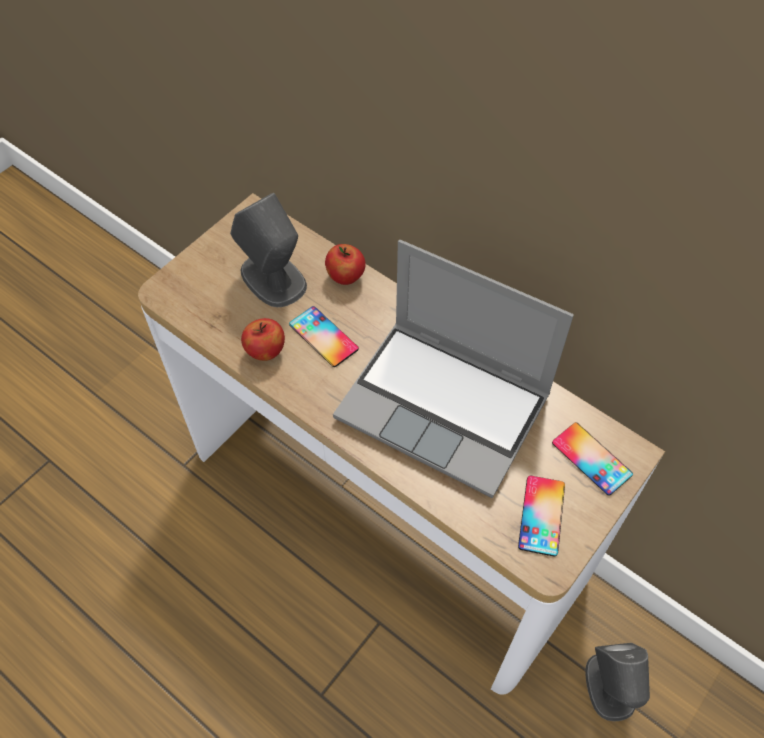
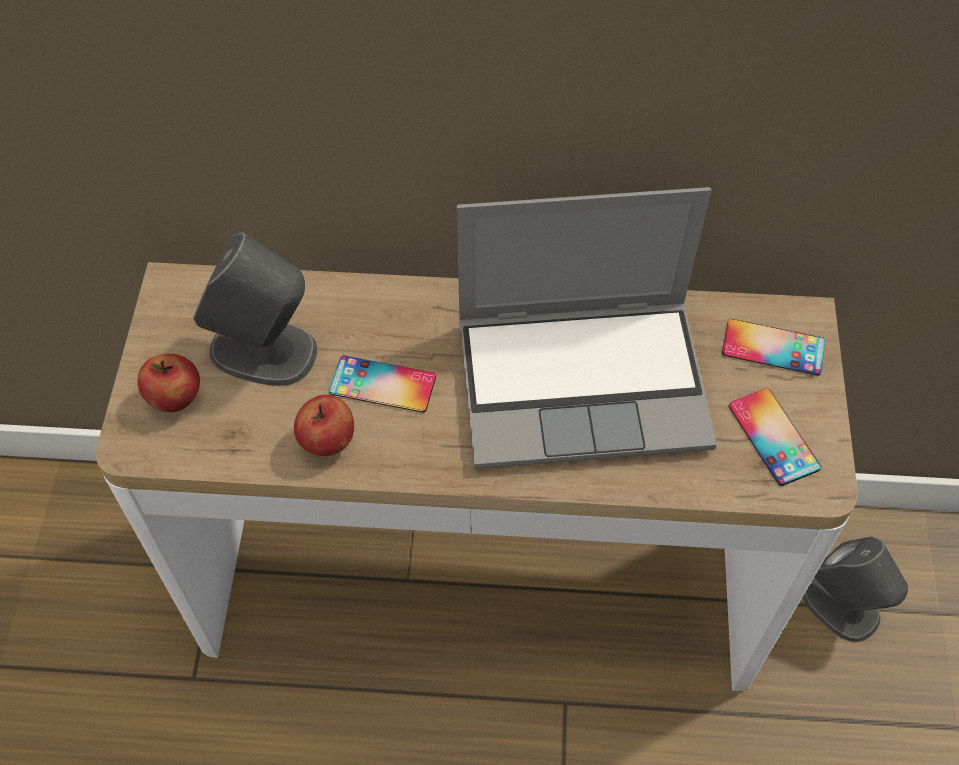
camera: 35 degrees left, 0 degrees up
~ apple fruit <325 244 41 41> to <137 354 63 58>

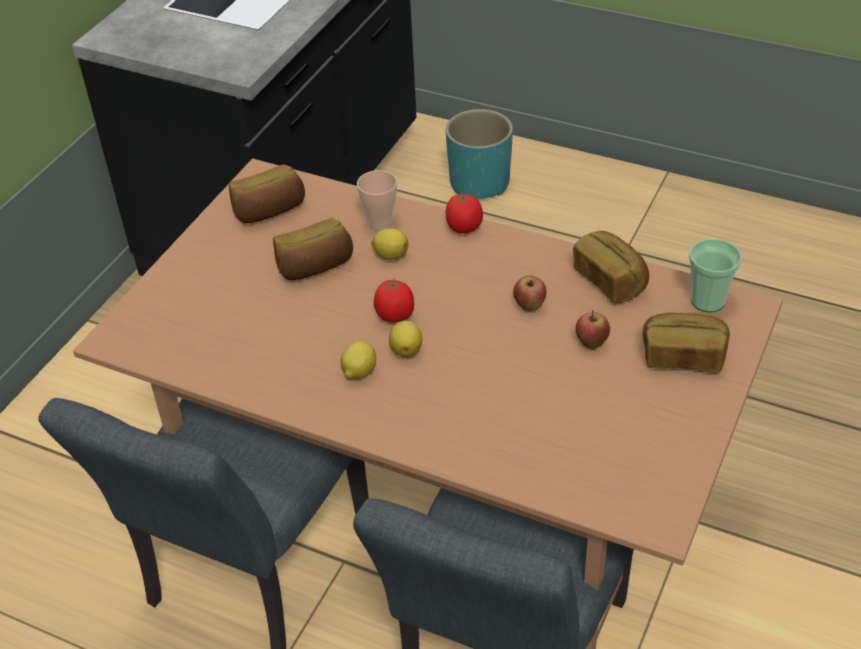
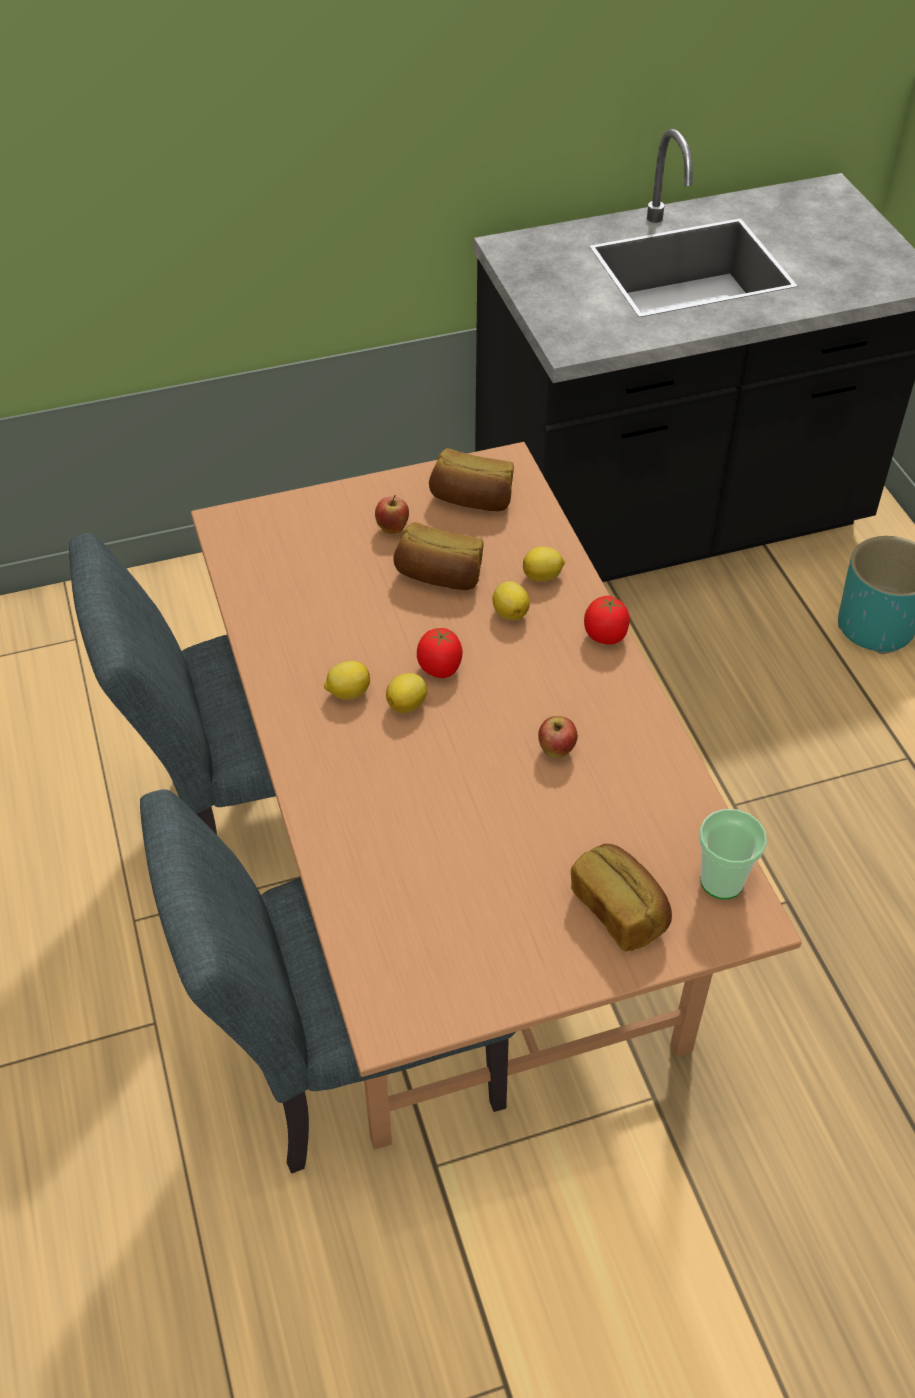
camera: 45 degrees right, 5 degrees up
~ small cup <357 170 40 60> to whole lemon <523 547 42 35>
- bread <573 231 76 72>
~ apple fruit <576 310 34 39> to <375 495 34 39>

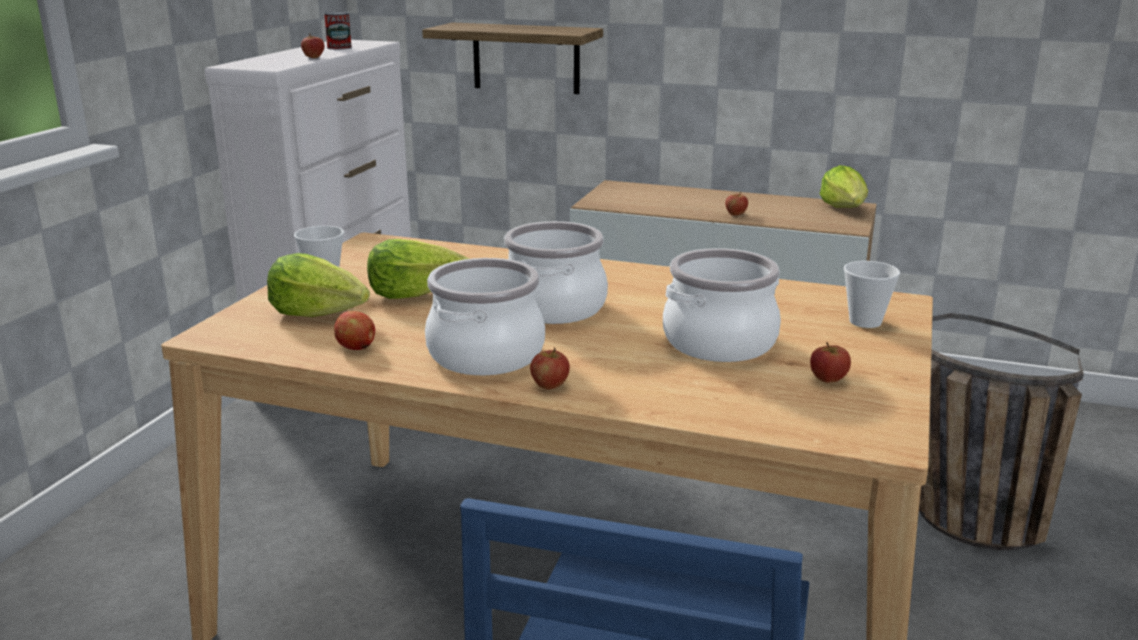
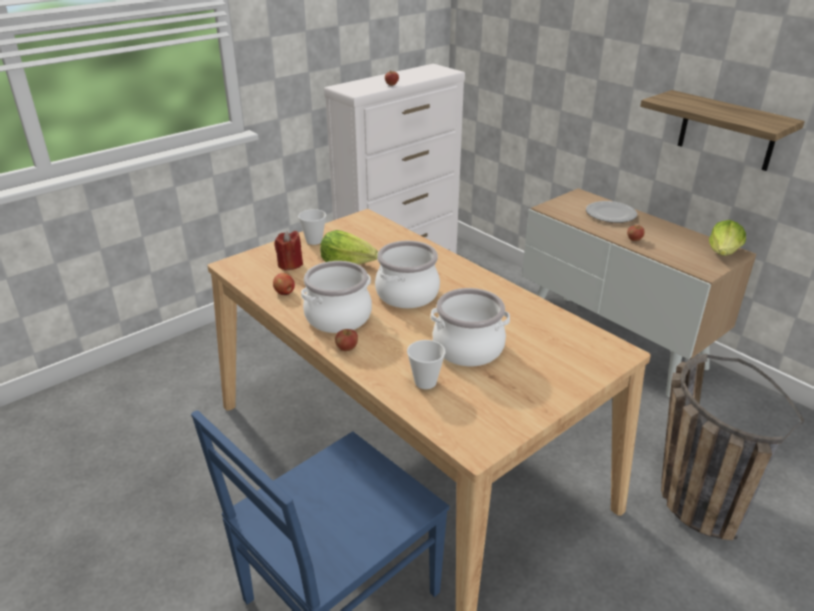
camera: 30 degrees right, 10 degrees up
- metal can <324 11 28 39>
~ shelf <422 22 181 72> to <640 90 165 81>
~ lettuce head <267 253 103 64> to wax candle in reddish <274 231 29 40>
~ small cup <844 261 56 67> to <407 340 38 49>
- apple fruit <810 342 41 41>
+ plate <586 201 51 22>

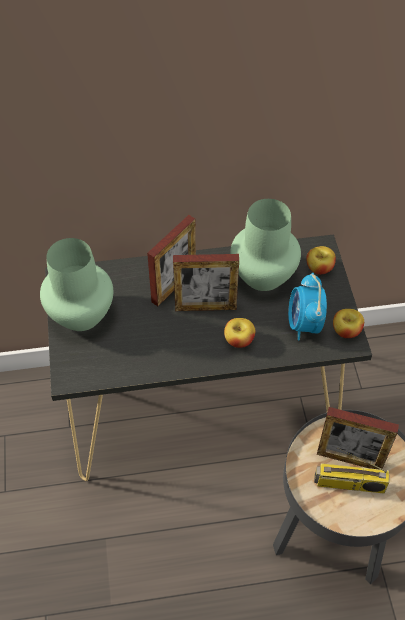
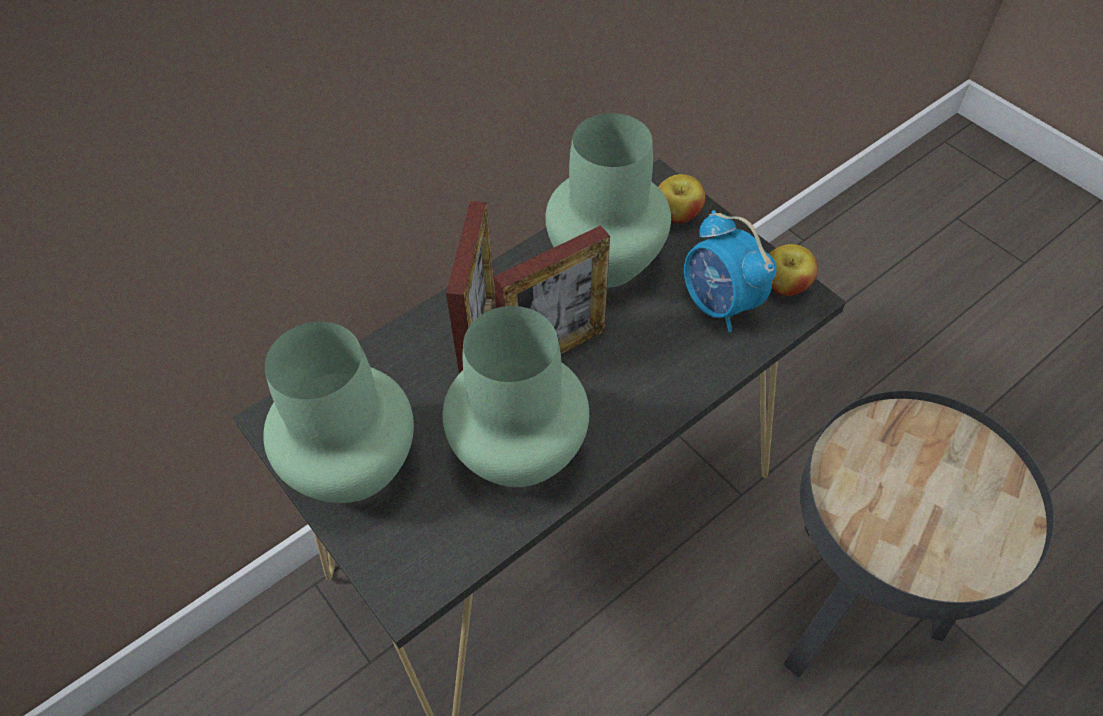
camera: 30 degrees left, 0 degrees up
- apple fruit <224 318 31 30>
- picture frame <317 407 82 63>
- radio <314 447 75 46>
+ decorative vase in green-coloured <443 306 146 181>

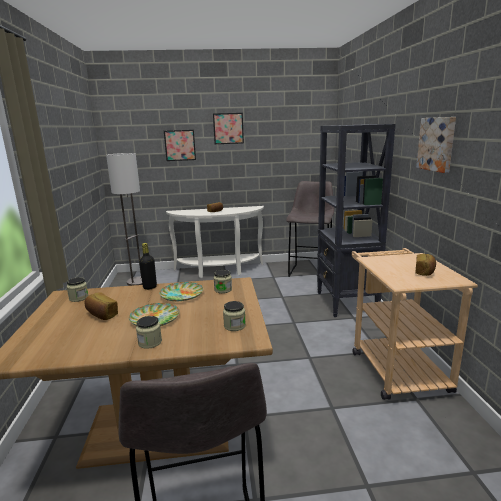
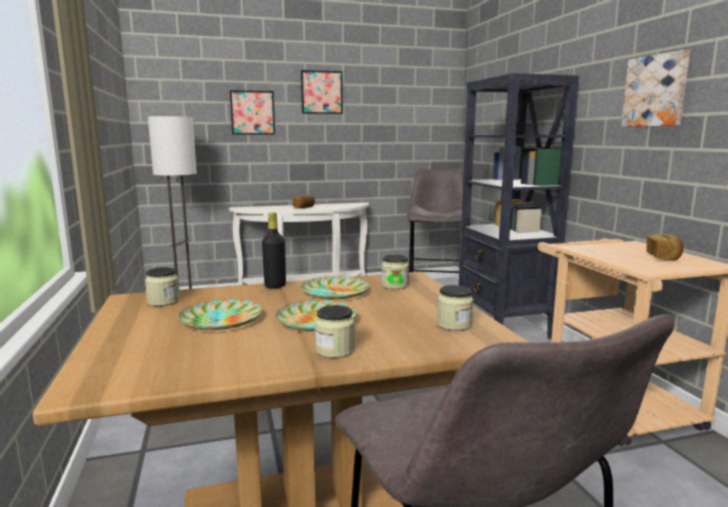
camera: 10 degrees left, 5 degrees down
~ bread <84 292 34 28> to plate <178 299 84 31>

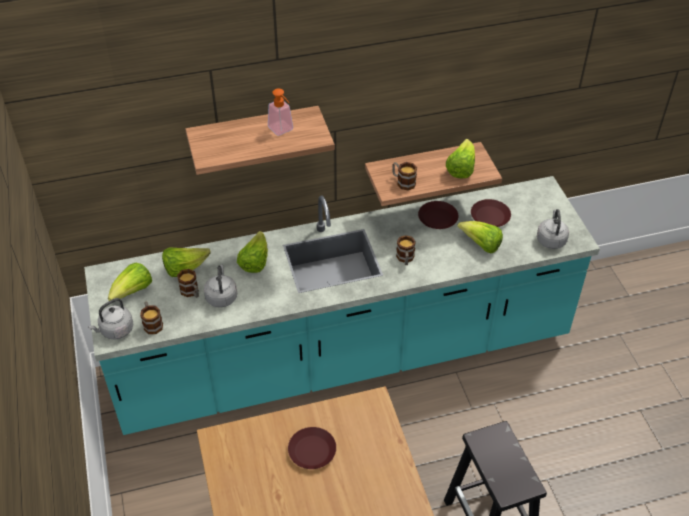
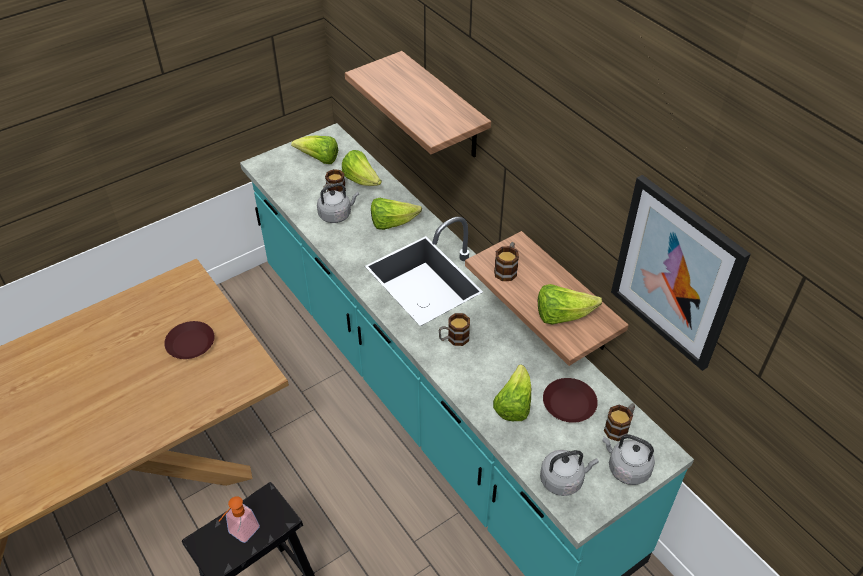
camera: 70 degrees right, 0 degrees up
~ soap dispenser <268 89 25 47> to <219 496 41 47>
- plate in brown-coloured <418 201 40 28>
~ kettle in grey <88 298 45 41> to <603 434 52 51>
~ coffee mug <140 302 23 32> to <604 403 31 38>
+ picture <611 175 140 196>

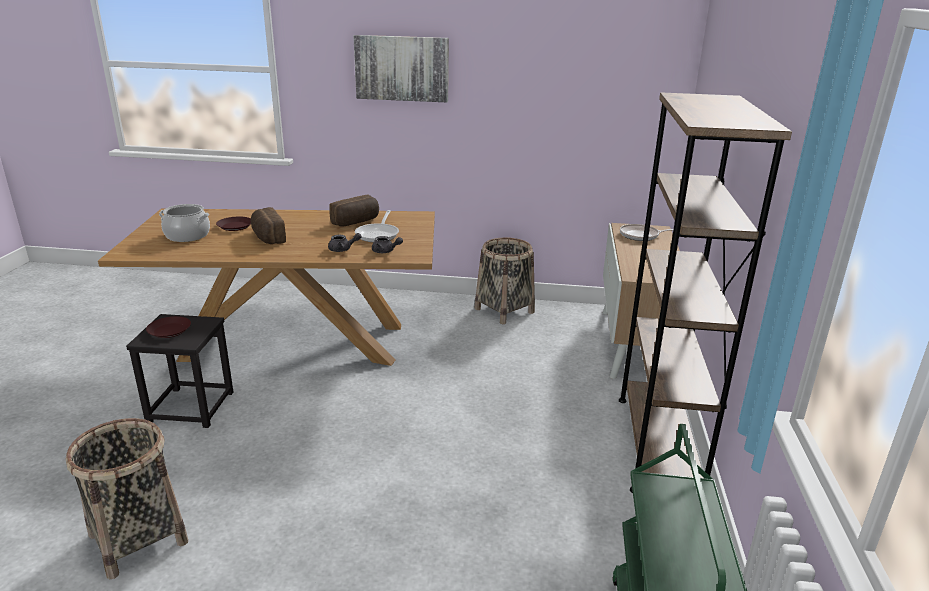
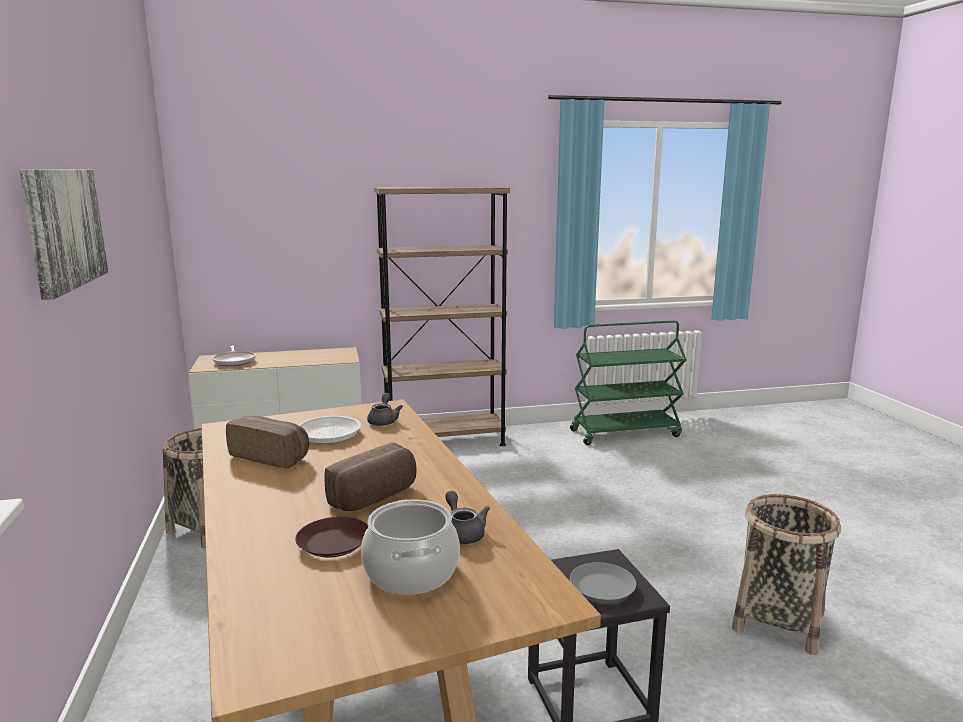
camera: 110 degrees left, 10 degrees down
~ pot for tea in grey <328 233 34 19> to <445 491 45 53>
~ plate in brown-coloured <146 316 45 22> to plate in grey <570 562 66 40>

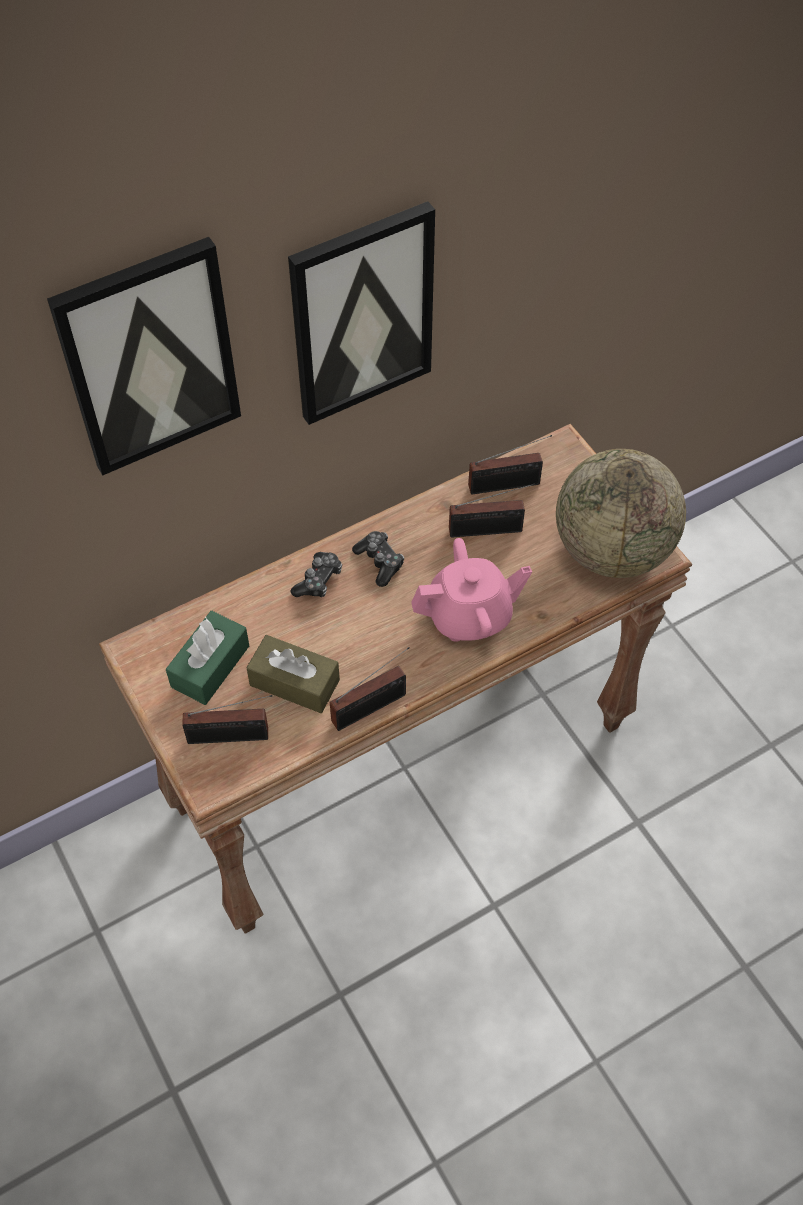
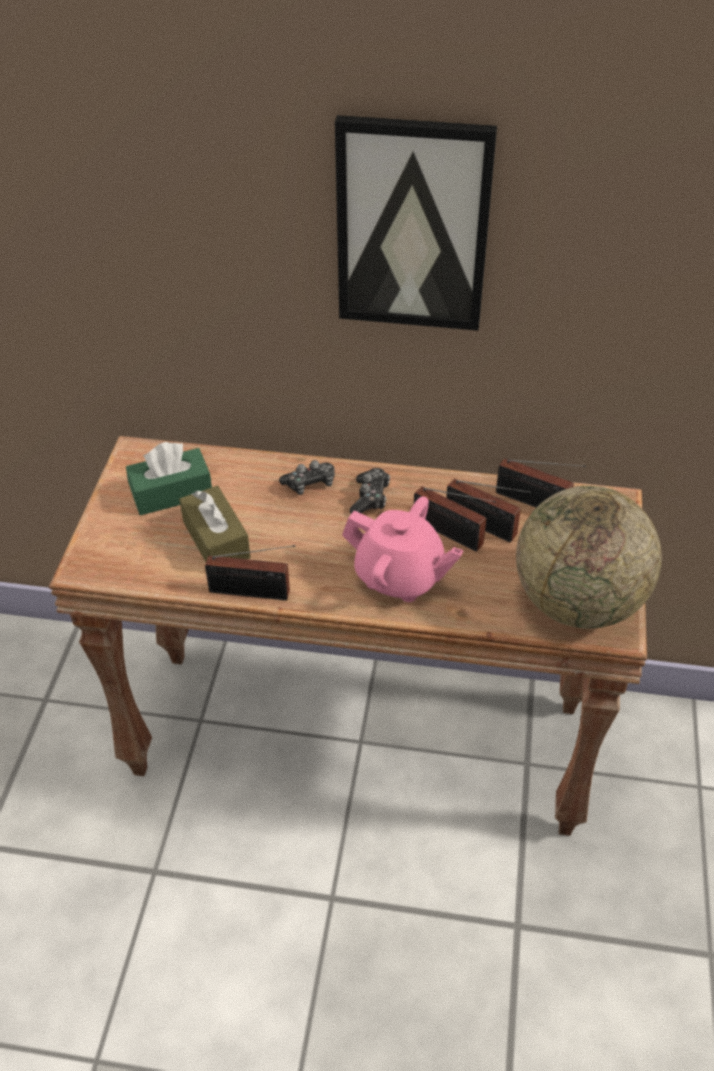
camera: 40 degrees right, 10 degrees down
- picture <47 237 194 238>
~ radio <182 695 90 49> to <414 486 82 66>

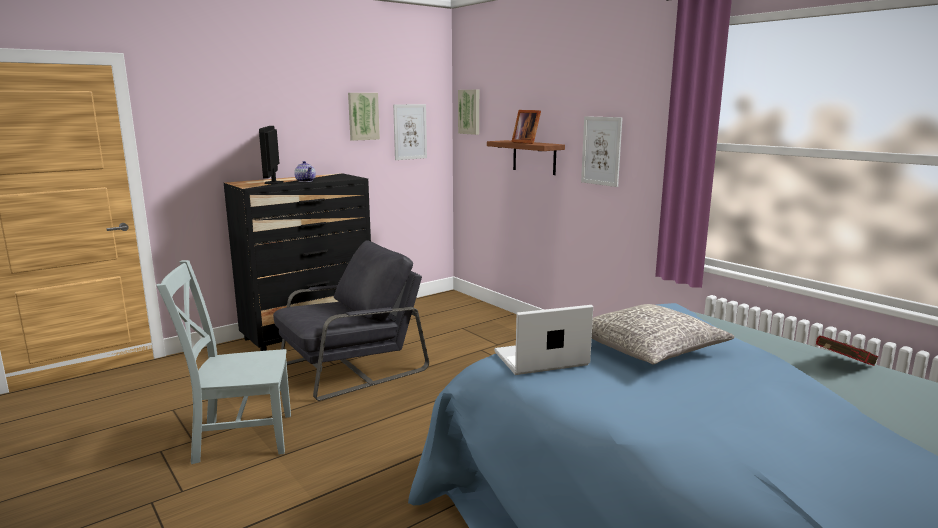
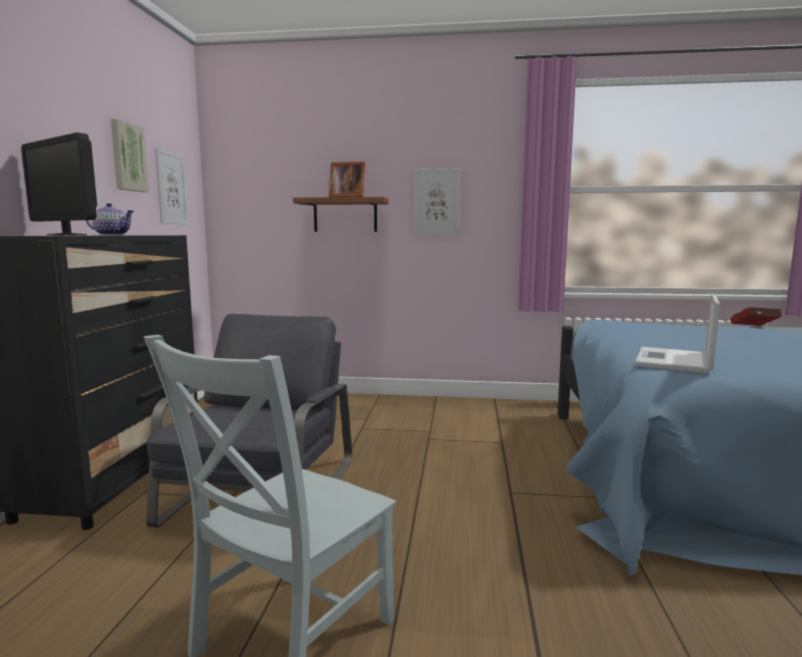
camera: 45 degrees left, 5 degrees down
- picture <458 90 21 45>
- pillow in grey <592 304 143 61>

